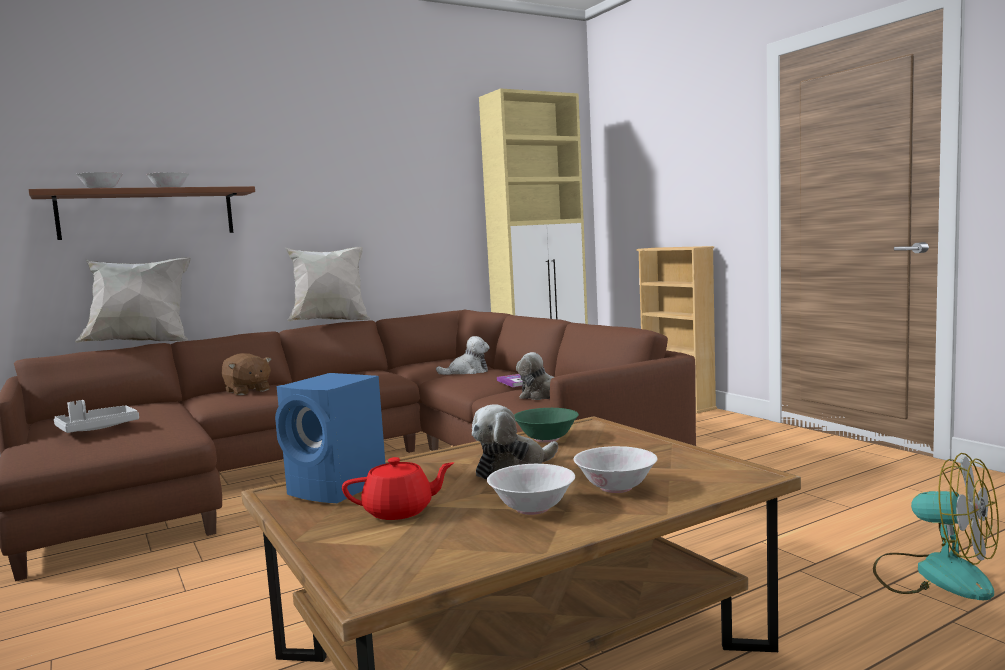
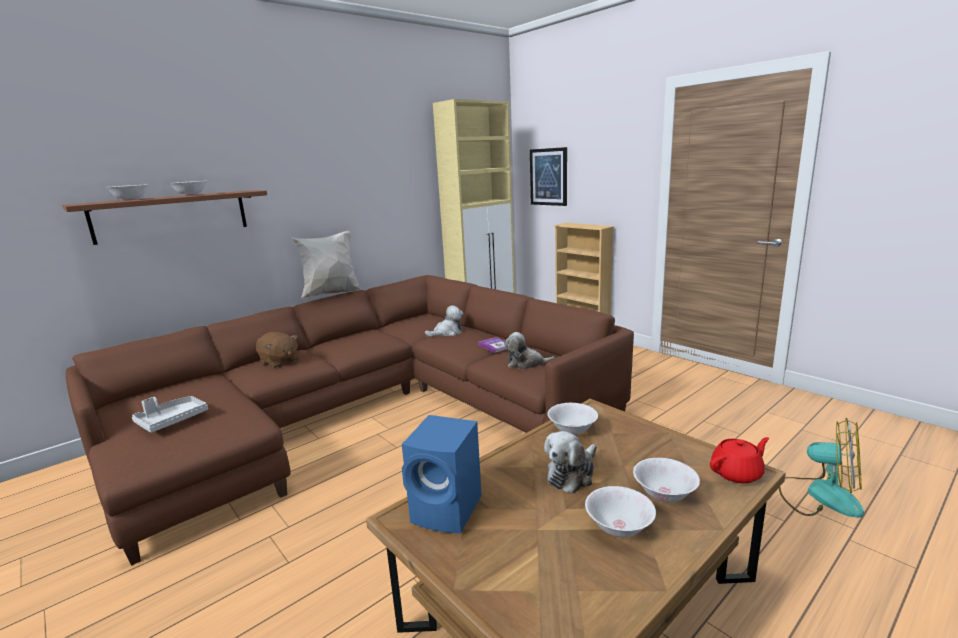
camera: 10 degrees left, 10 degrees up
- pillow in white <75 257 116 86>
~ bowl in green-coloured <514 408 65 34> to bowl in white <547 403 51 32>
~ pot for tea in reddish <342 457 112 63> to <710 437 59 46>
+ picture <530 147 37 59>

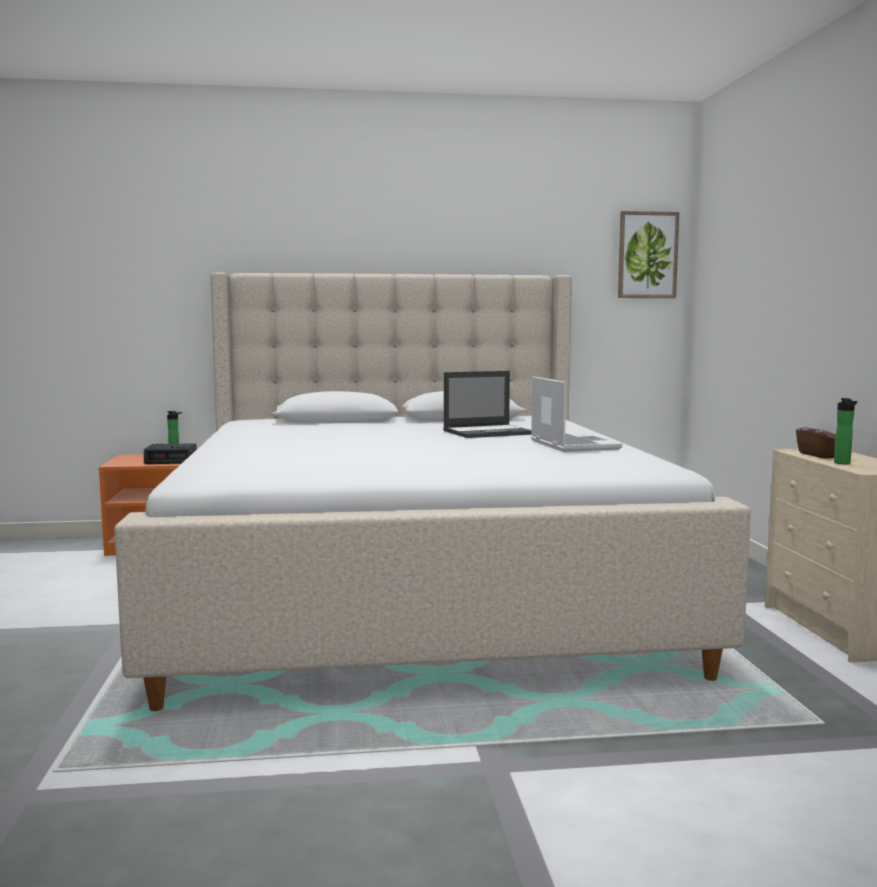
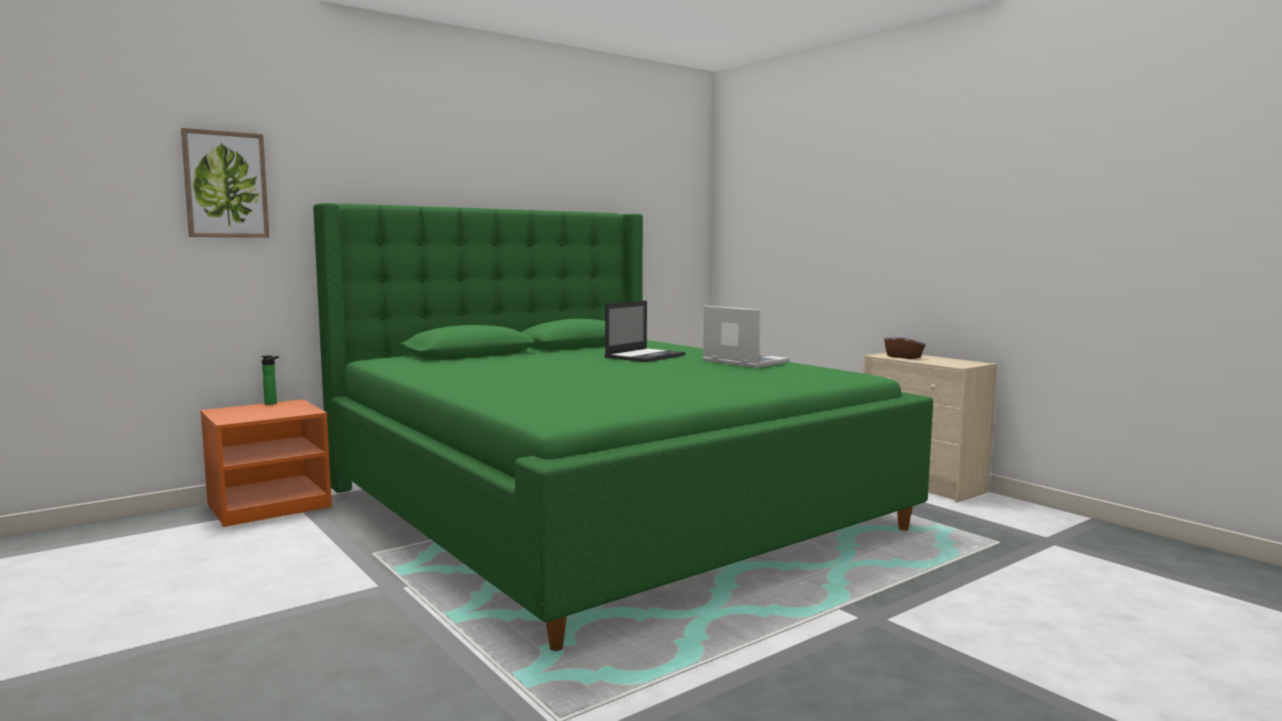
camera: 30 degrees left, 0 degrees up
~ picture <618 211 61 87> to <181 128 88 110>
~ bed in sand-coloured <114 272 637 439> to bed in green-coloured <313 203 620 448>
- drink bottle <834 398 23 66>
- alarm clock <144 443 53 21>

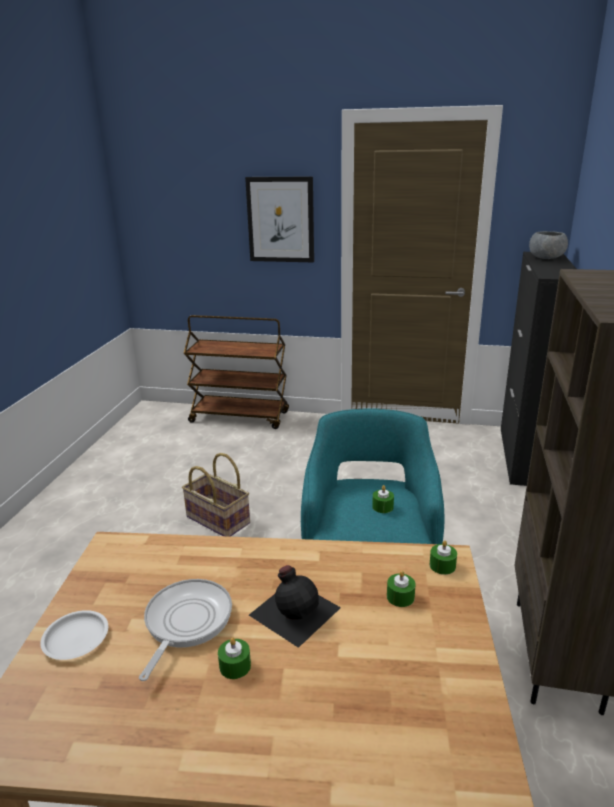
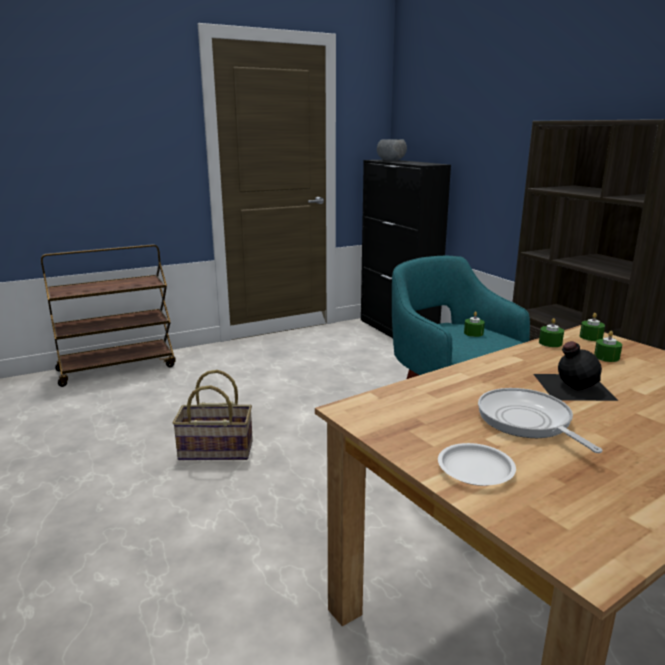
camera: 40 degrees left, 5 degrees down
- picture <245 176 69 86>
~ wax candle in green-coloured <218 638 33 41> to <539 318 25 29>

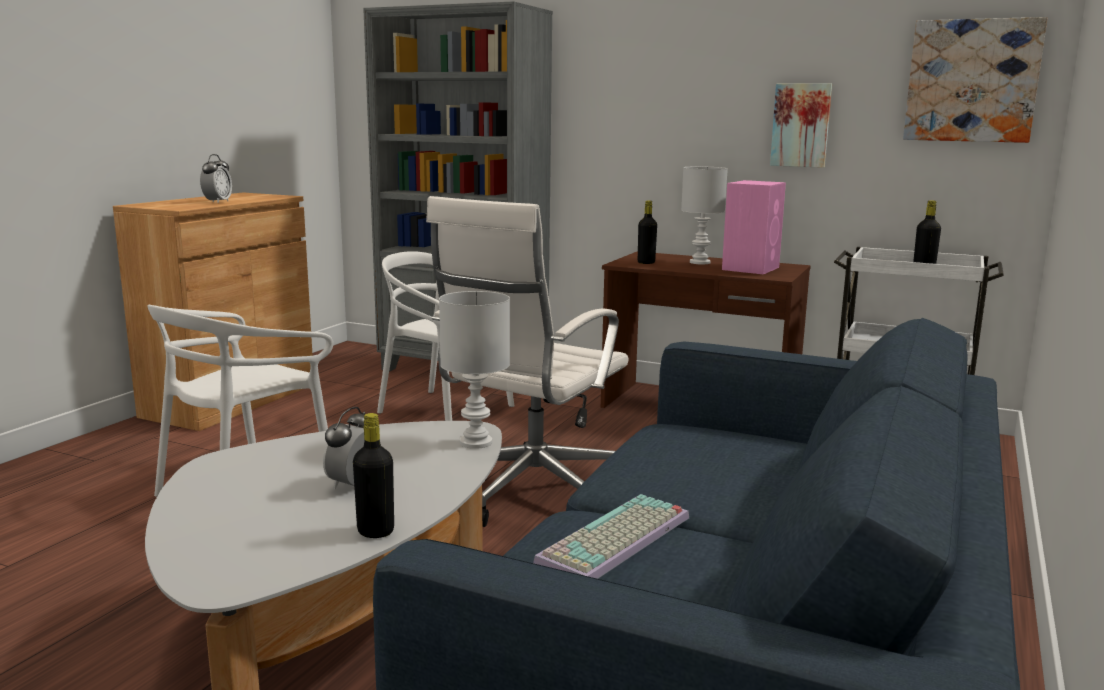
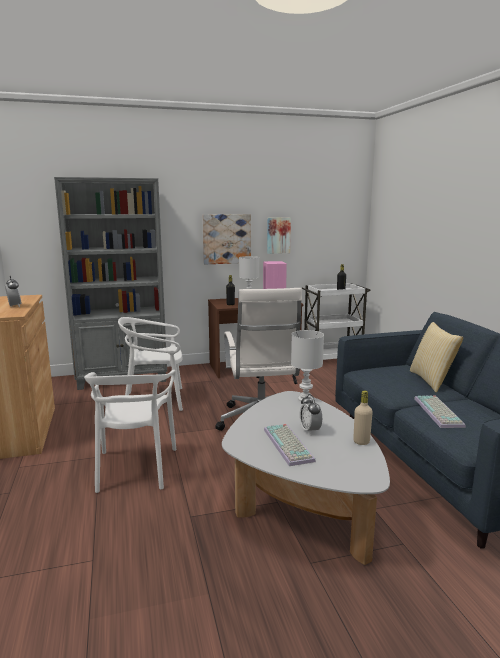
camera: 40 degrees left, 0 degrees up
~ picture <903 17 144 126> to <202 214 49 50>
~ drink bottle in blackish <353 413 41 125> to drink bottle in sand-coloured <353 391 20 54>
+ pillow <410 322 53 70>
+ computer keyboard <264 424 52 42>

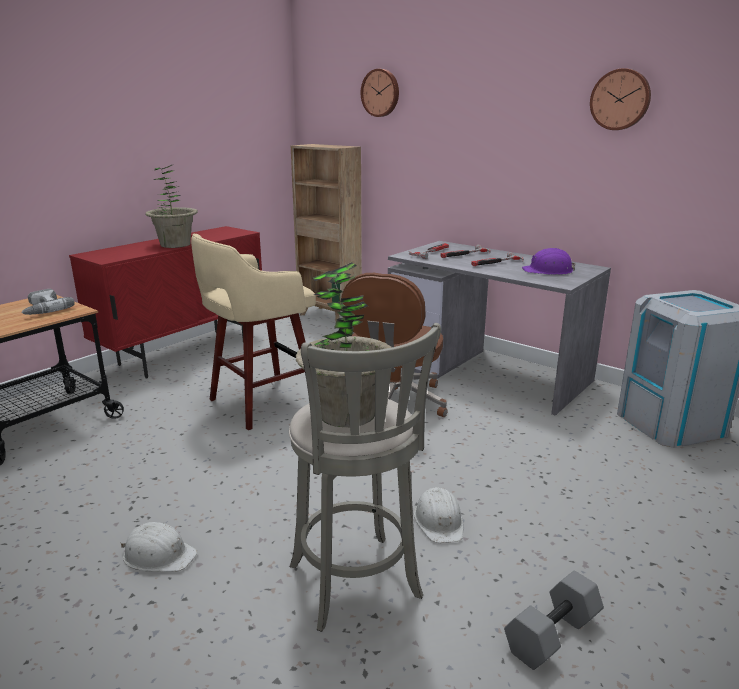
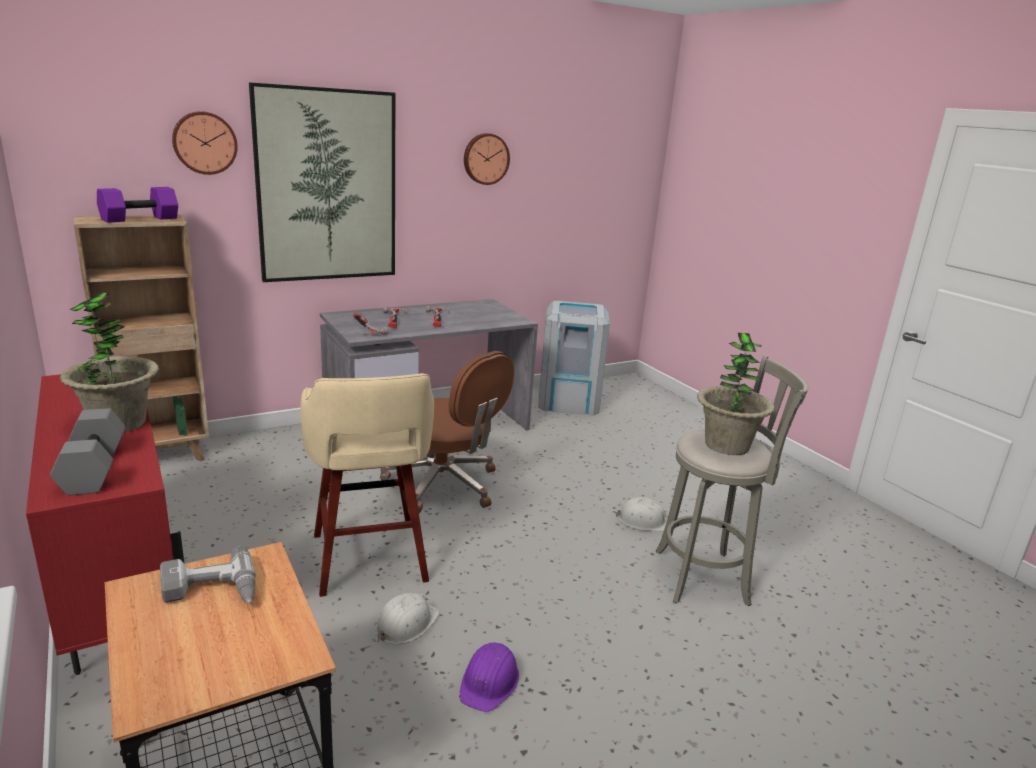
camera: 70 degrees left, 0 degrees up
~ hard hat in purplish <522 248 53 27> to <459 642 60 70>
~ hard hat in white <121 522 76 50> to <375 593 65 51>
~ free weight in grey <504 571 100 99> to <50 408 76 87>
+ picture <249 82 146 200>
+ free weight in purplish <97 187 81 36>

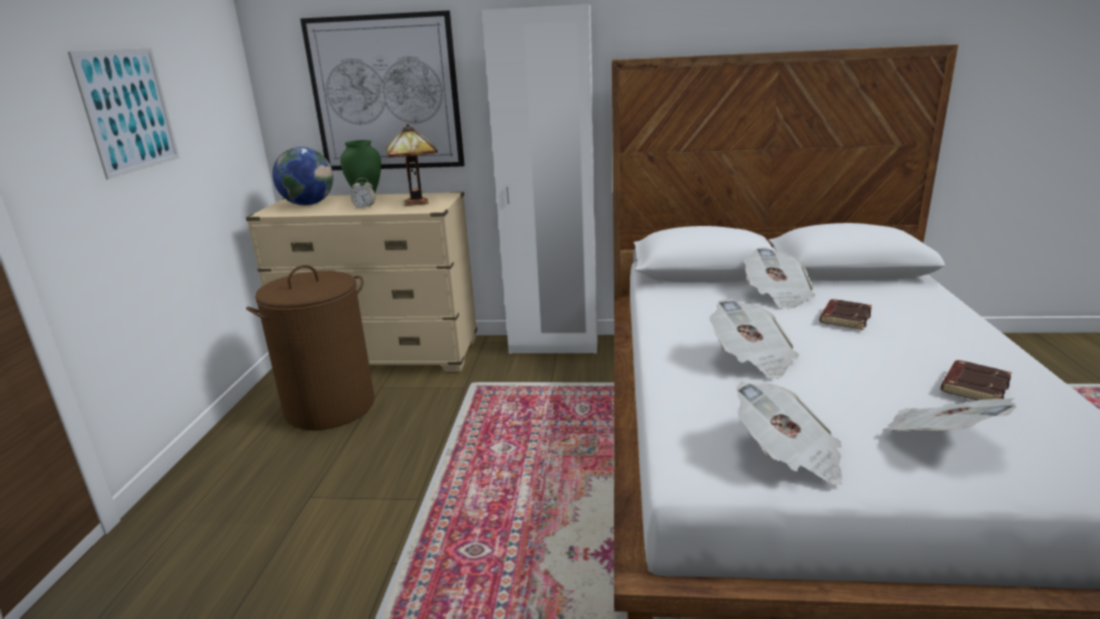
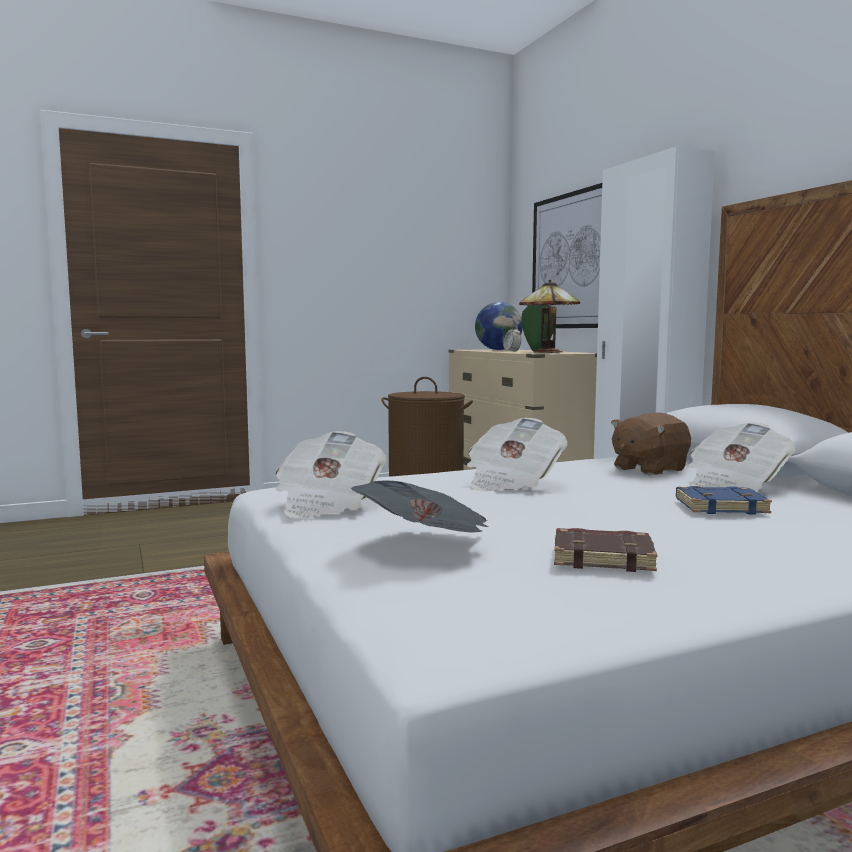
camera: 60 degrees right, 15 degrees down
- picture <68 48 112 131>
~ bound book in brown-coloured <819 299 53 31> to bound book in blue <676 486 96 29>
+ cuddly toy in brown-coloured <611 413 80 62>

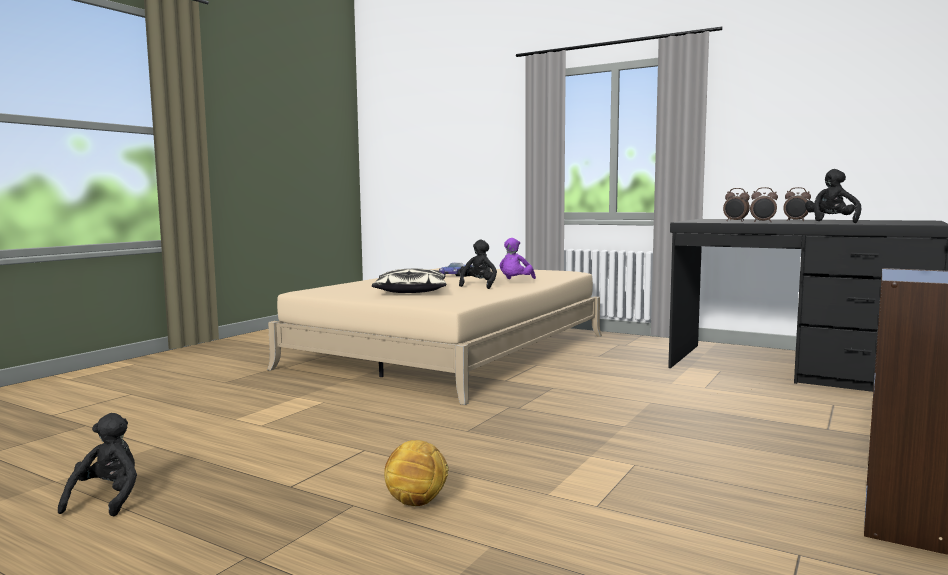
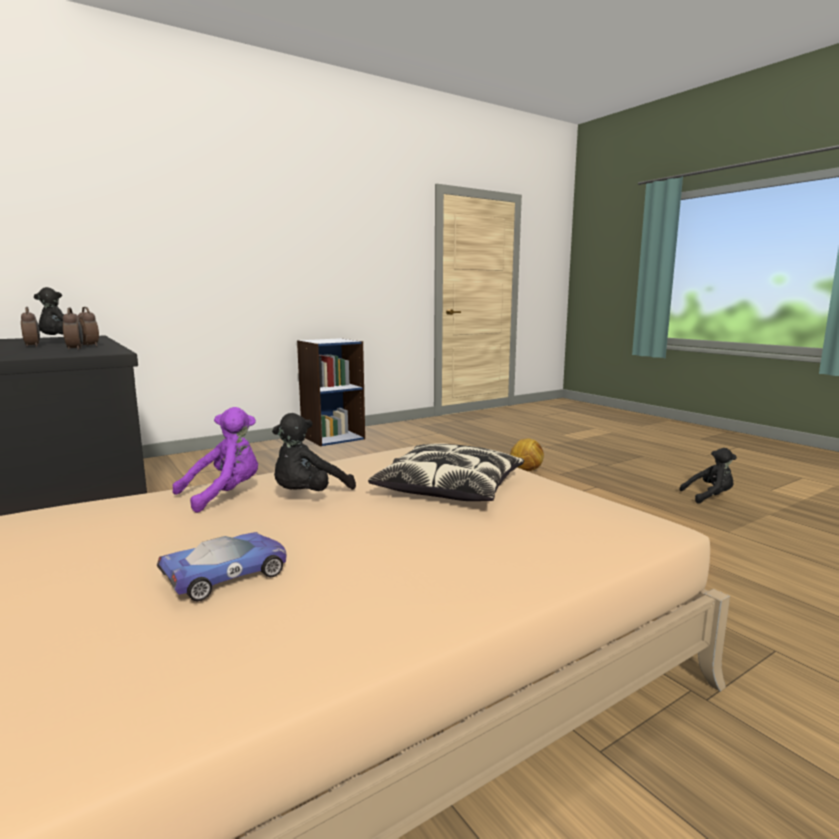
camera: 155 degrees left, 5 degrees up
~ cuddly toy in blackish <58 413 79 103> = <679 448 58 56> 120 degrees counterclockwise

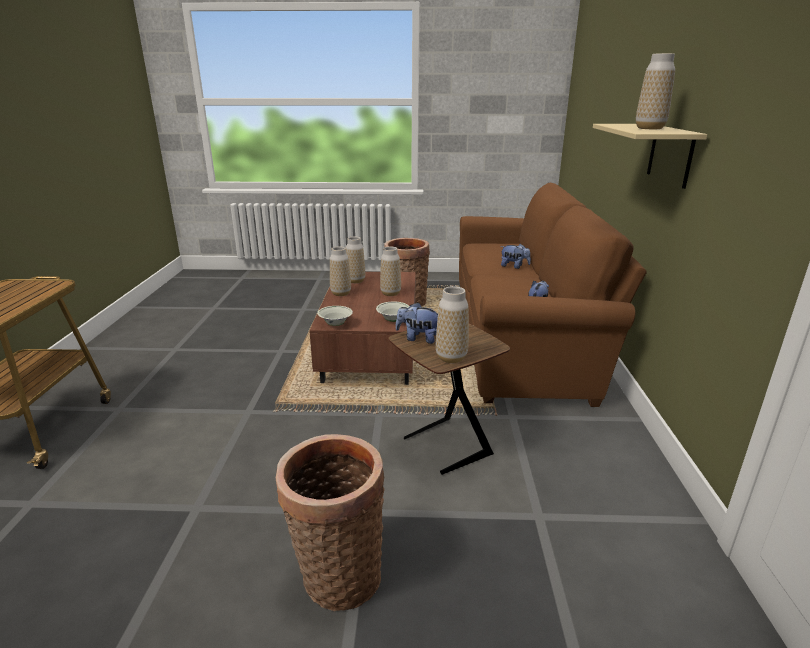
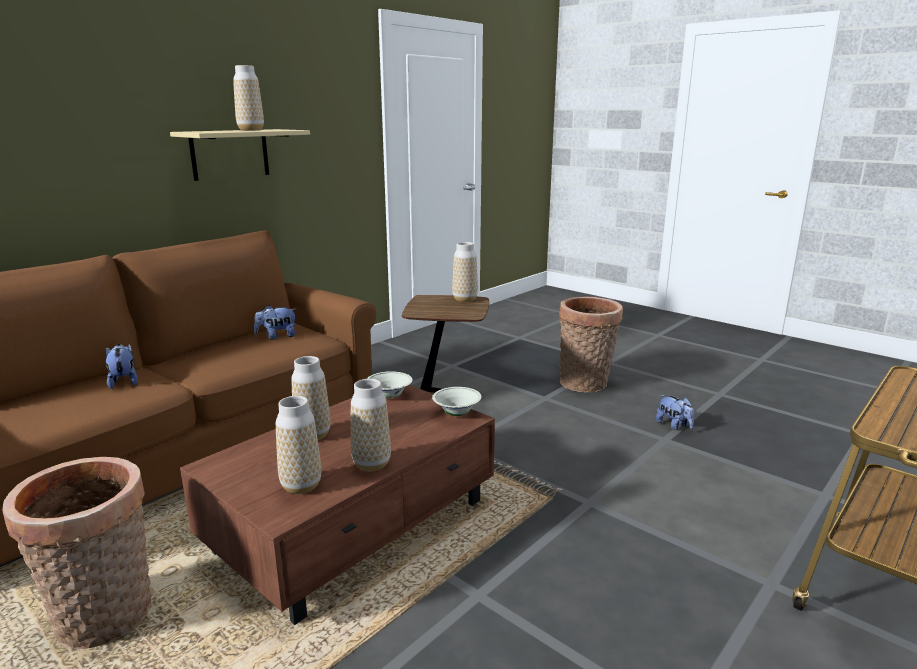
camera: 140 degrees left, 5 degrees down
~ cuddly toy <396 302 42 42> to <656 395 38 35>

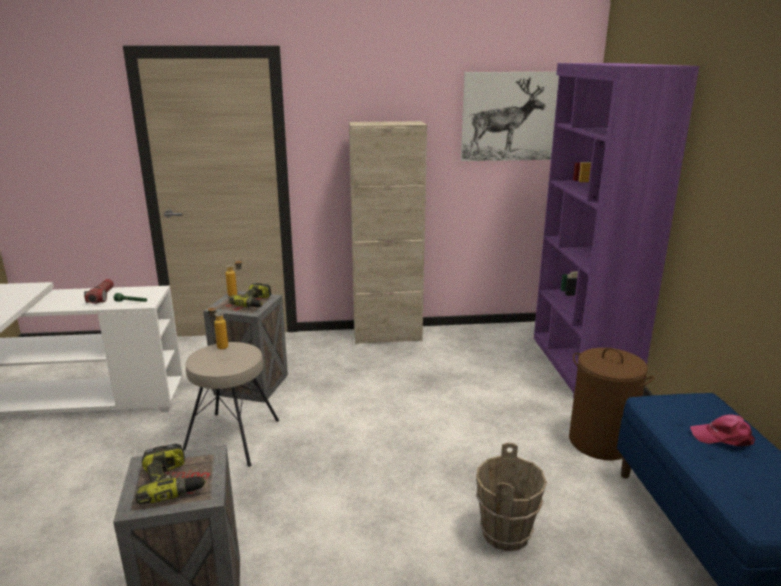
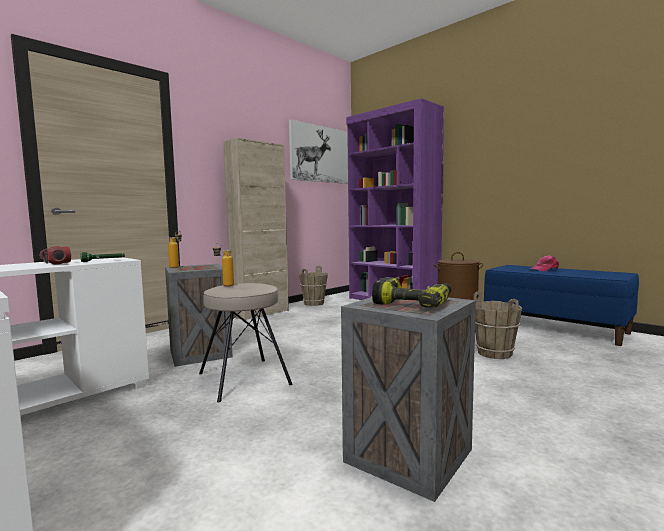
camera: 40 degrees left, 15 degrees down
- power drill <229 283 43 24>
+ pail in brown-coloured <299 266 29 40>

